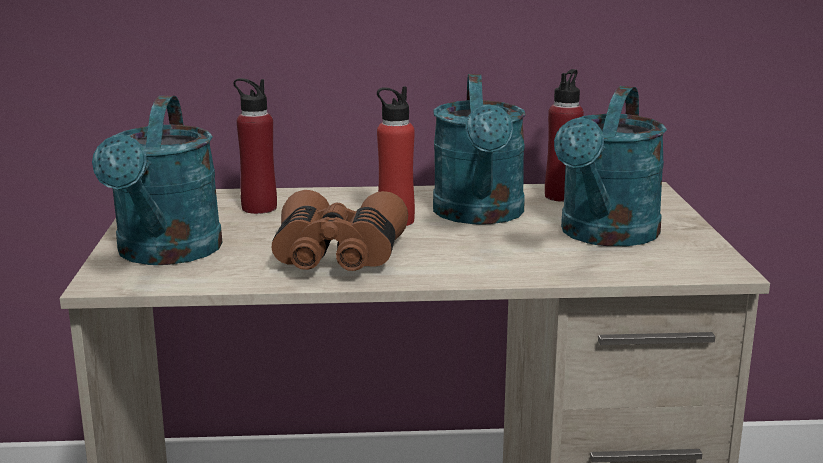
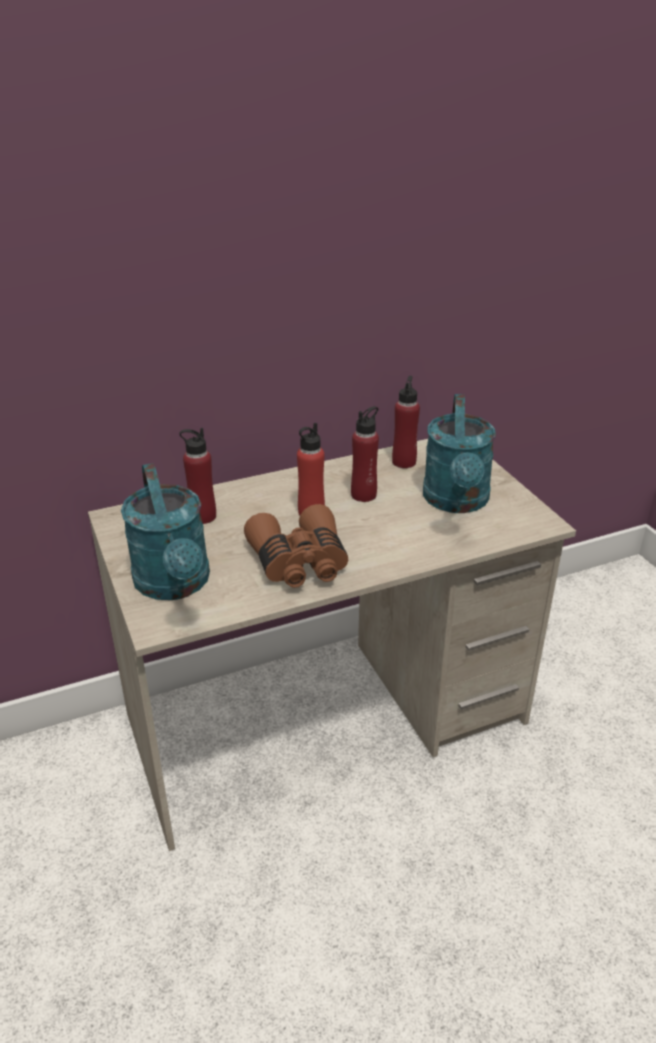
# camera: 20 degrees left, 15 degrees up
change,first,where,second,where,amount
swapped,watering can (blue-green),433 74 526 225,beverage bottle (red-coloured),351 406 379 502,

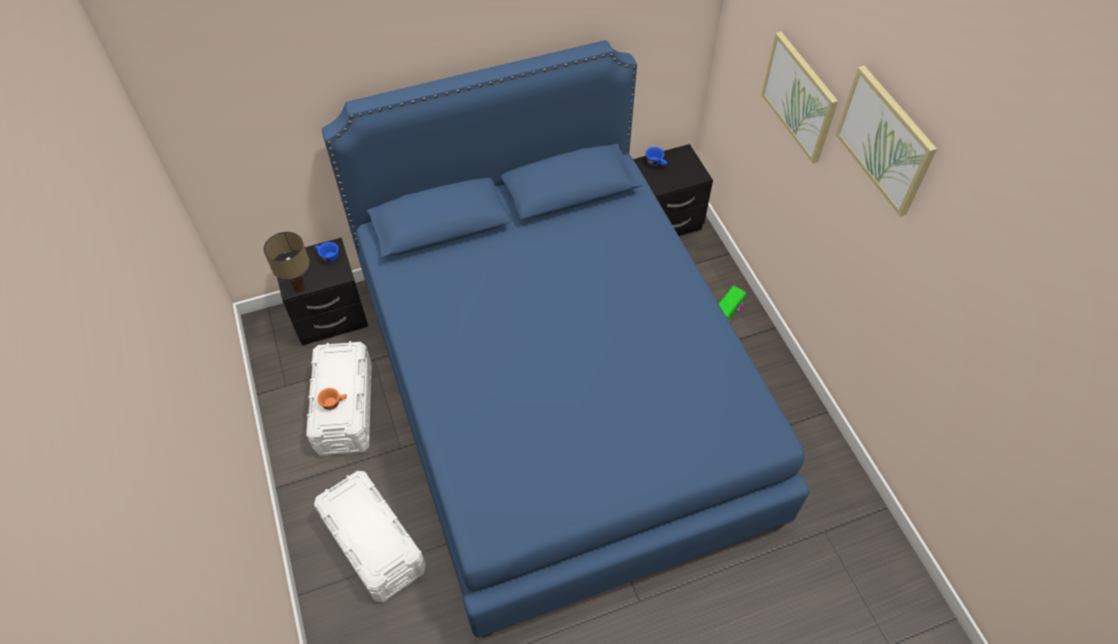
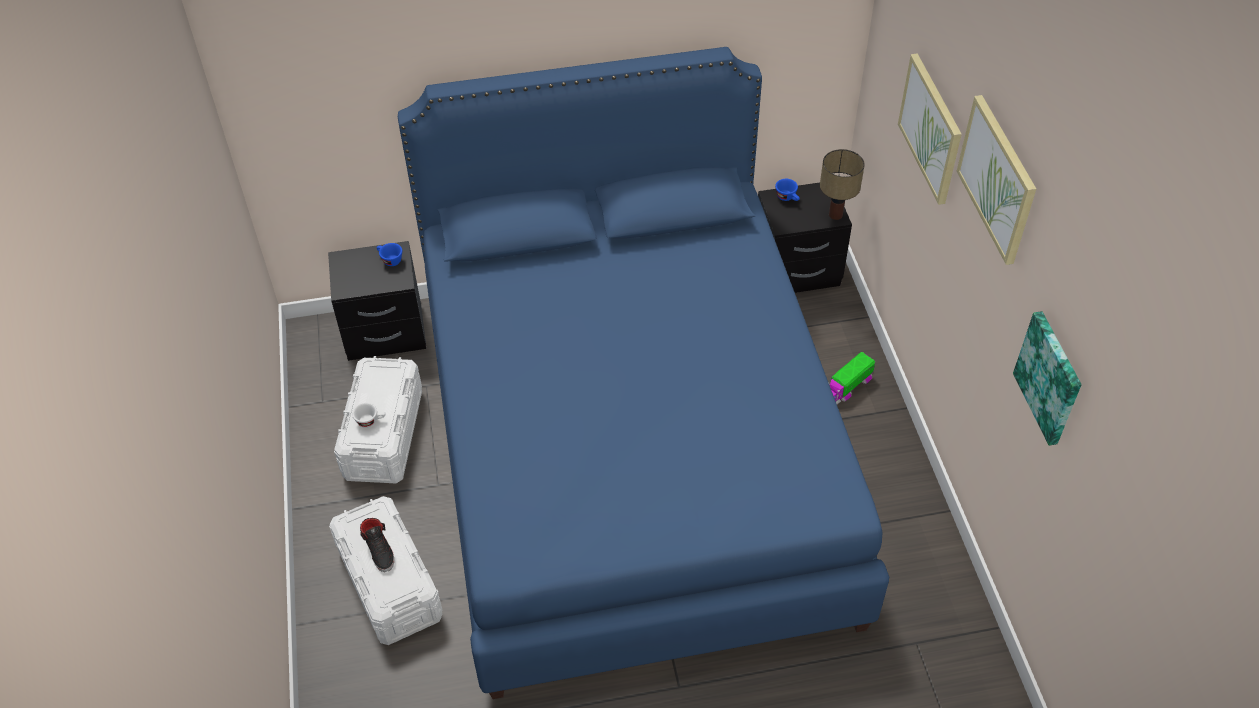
# camera: 10 degrees right, 5 degrees down
change,first,where,second,where,amount
new,,,shoe (blackish),360 518 394 572,
new,,,wall picture,1013 311 1082 446,
shifted,lamp for a table,264 232 310 292,,820 149 865 220,
repainted,cup (orange-coloured),317 388 347 410,cup (white),352 403 386 428,

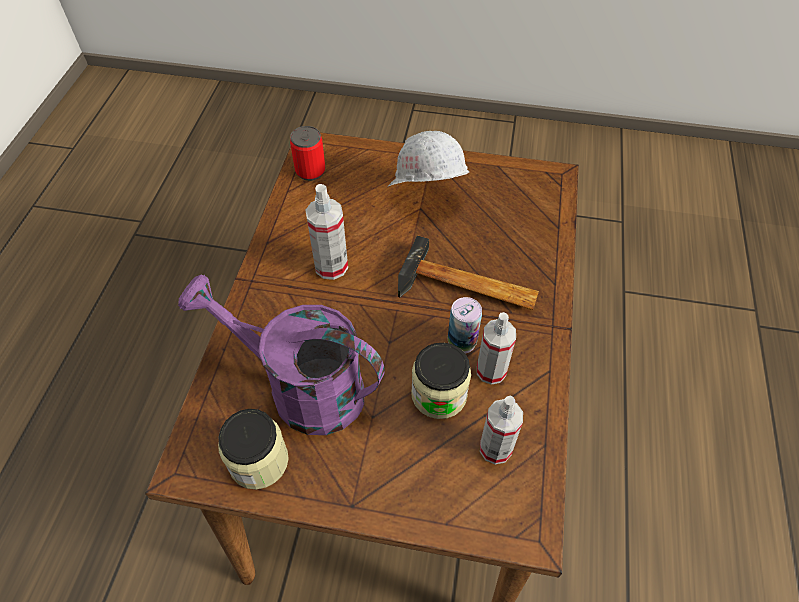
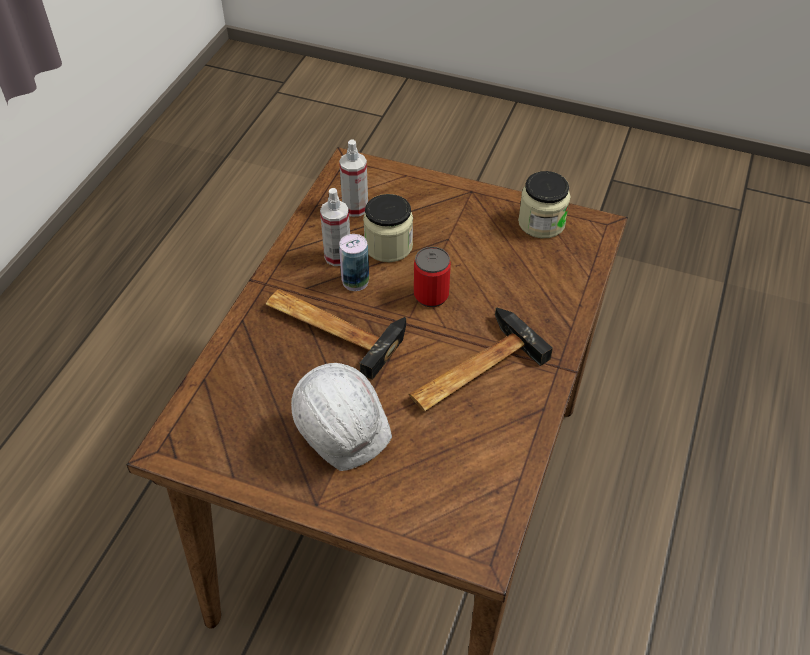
# camera: 170 degrees left, 5 degrees down
change,first,where,second,where,amount
gone,watering can (purplish),178 274 385 435,,,
shifted,metal can,290 126 325 181,,414 247 451 307,
swapped,hand sprayer,306 184 348 280,tool hammer,409 308 553 412,

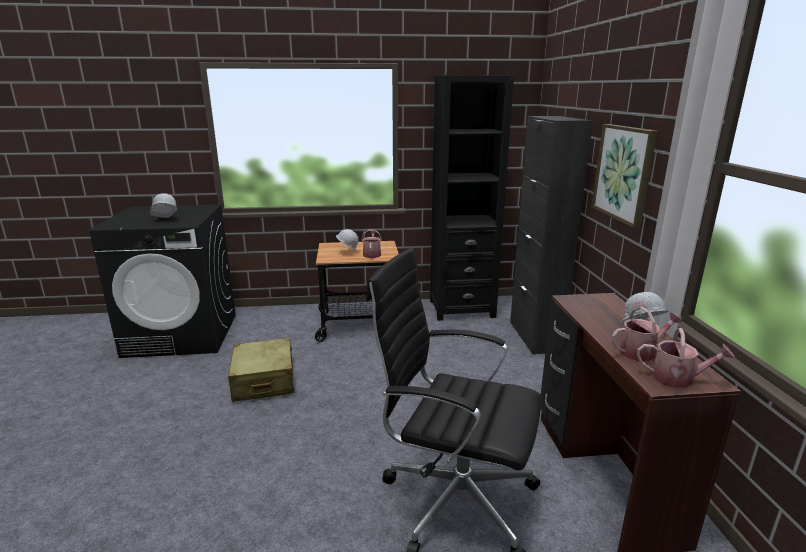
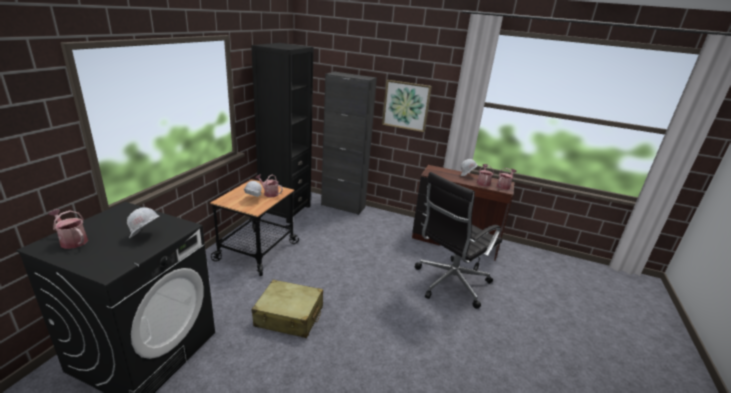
# camera: 65 degrees left, 5 degrees up
change,first,where,second,where,amount
new,,,watering can,48 209 88 249,

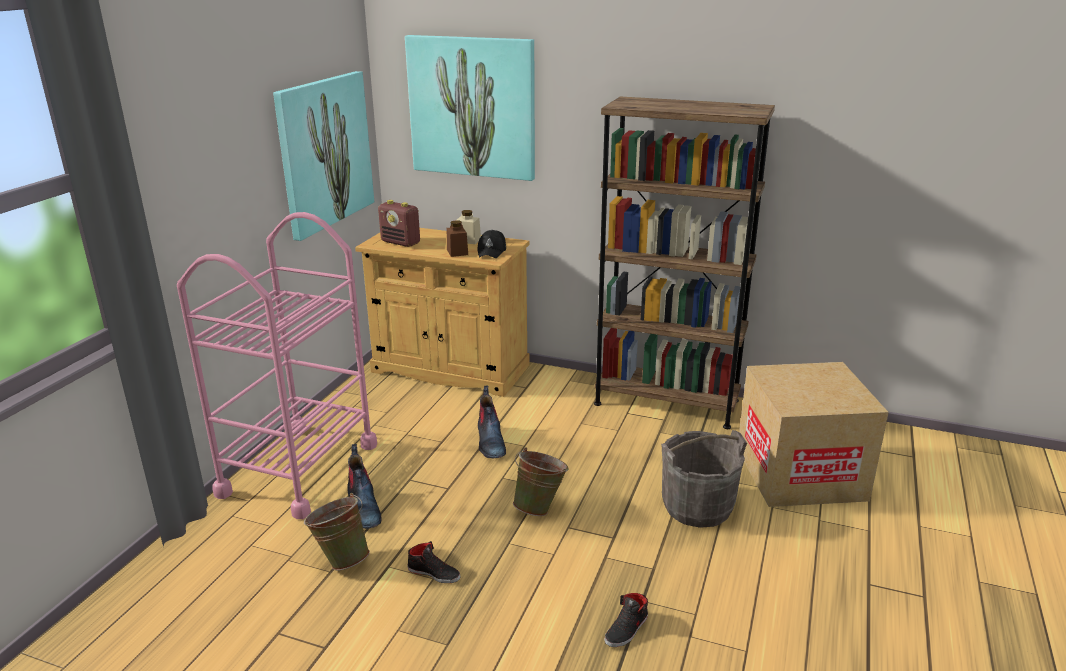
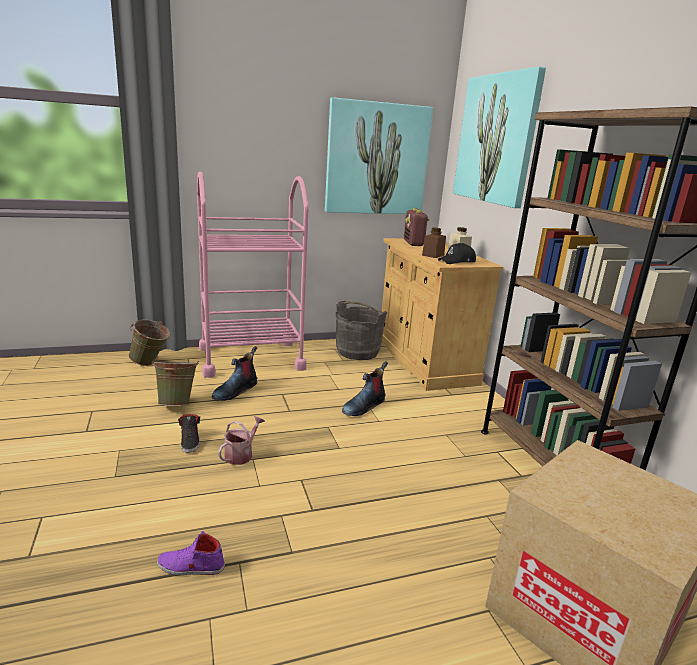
# camera: 50 degrees right, 5 degrees down
change,first,where,second,where,amount
new,,,watering can,218 416 265 465,
shifted,pail (green-coloured),513 447 569 516,,129 320 170 366,
shifted,pail (greyish),661 430 747 528,,336 301 387 360,
repainted,shoe (blackish),604 593 648 647,shoe (purplish),157 531 225 575,

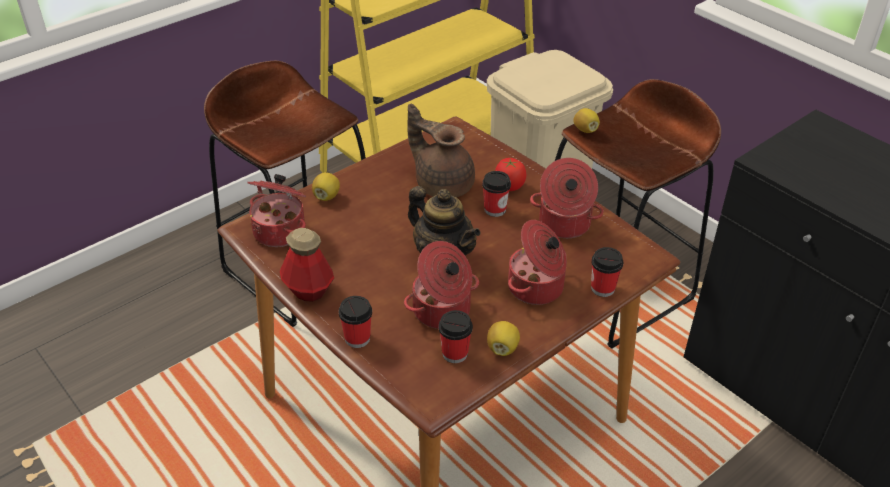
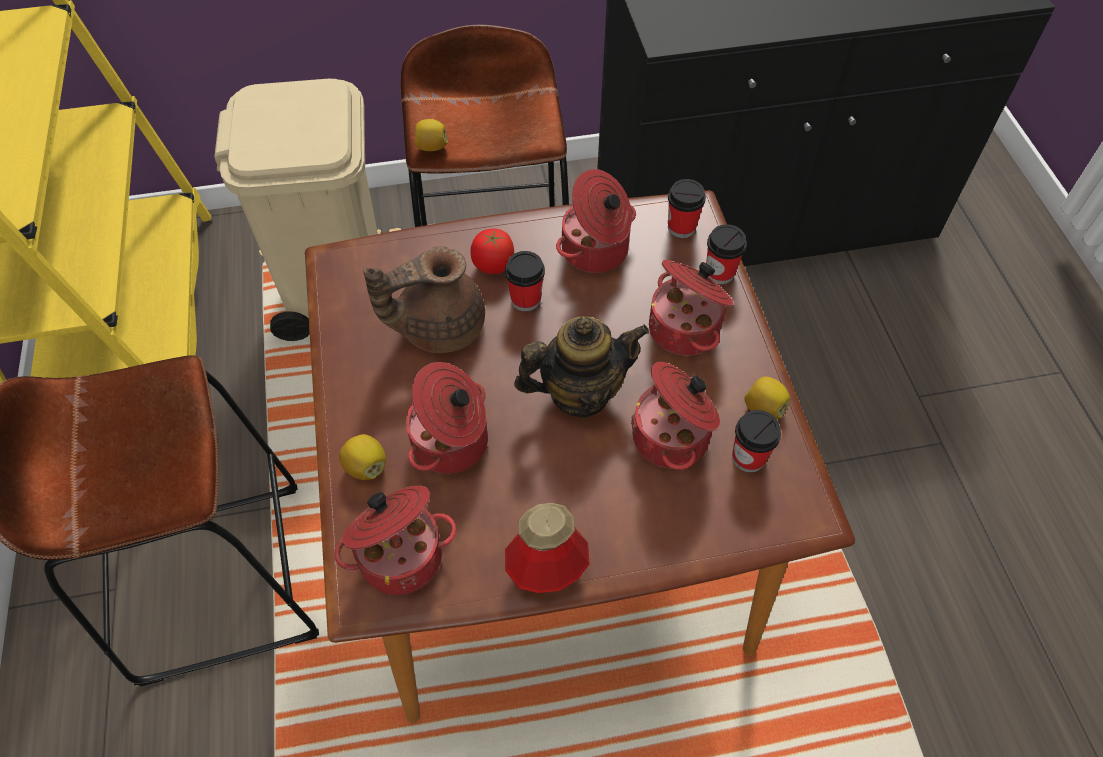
# camera: 60 degrees left, 15 degrees up
change,first,where,second,where,amount
new,,,saucepot,406 362 488 474,
shifted,cup,339 296 372 348,,668 179 706 238,

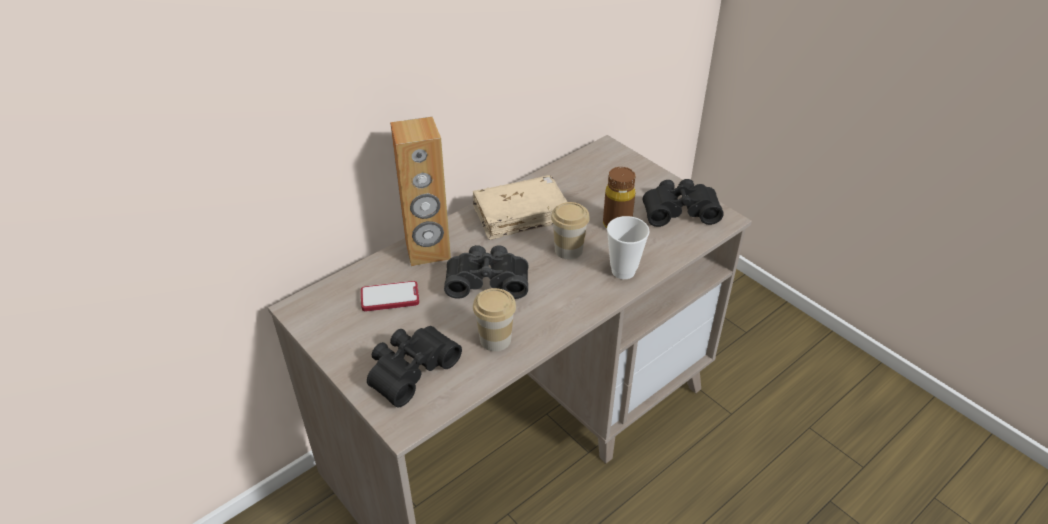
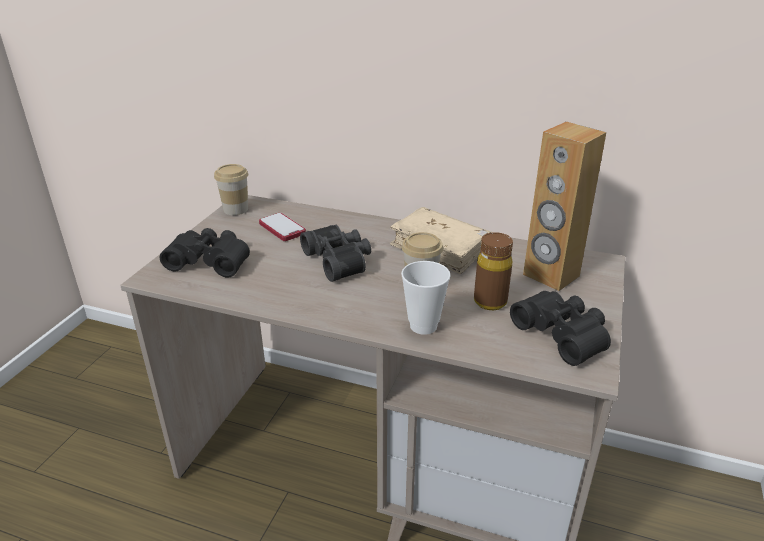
# camera: 60 degrees right, 10 degrees down
change,first,where,second,where,amount
shifted,audio speaker (brown-coloured),390 117 451 266,,523 122 606 291,
shifted,cup,473 288 516 351,,214 164 248 215,

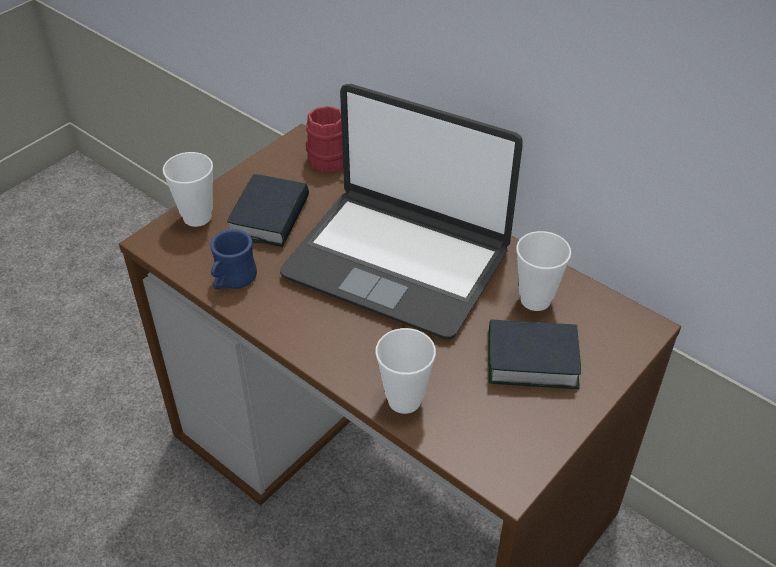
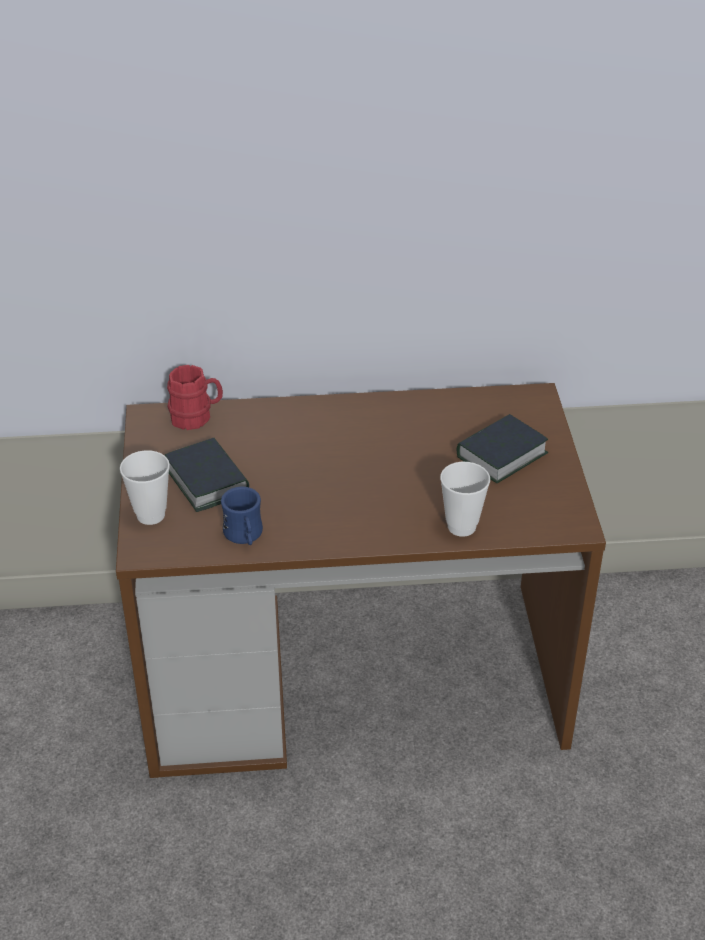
# camera: 45 degrees left, 5 degrees down
change,first,where,second,where,amount
gone,laptop,280 84 523 339,,,
gone,cup,516 231 571 311,,,

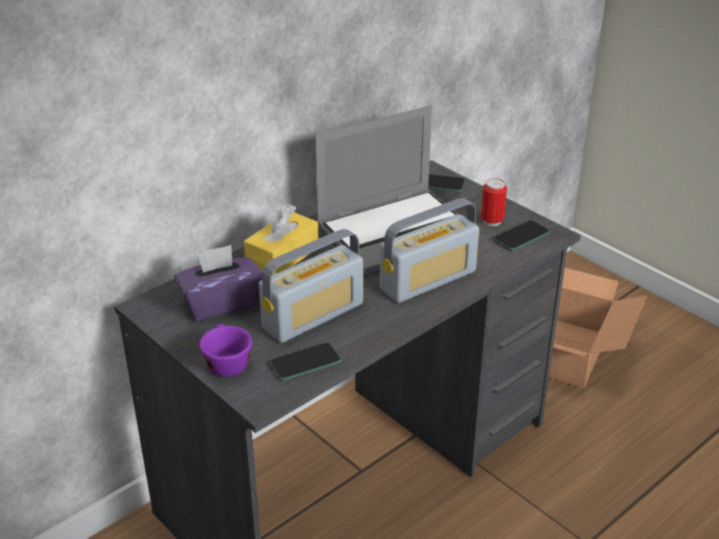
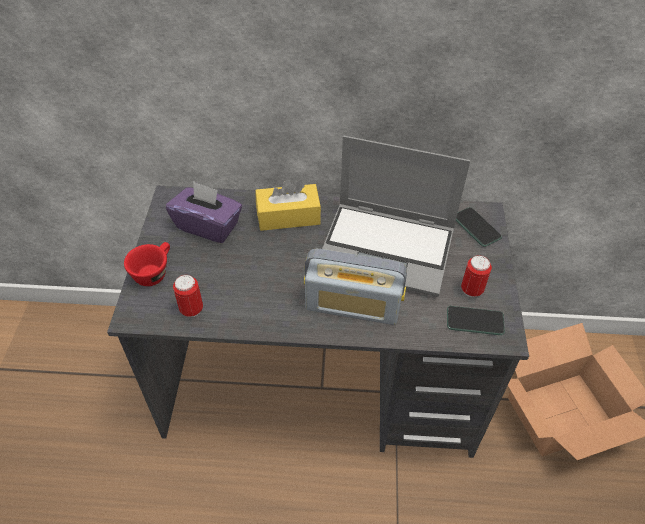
# camera: 45 degrees right, 15 degrees up
change,first,where,second,where,amount
gone,radio set,259 229 363 343,,,
swapped,handset,270 343 341 381,metal can,173 275 203 317,
repainted,cup (purplish),199 324 252 377,cup (red-coloured),124 242 170 286,

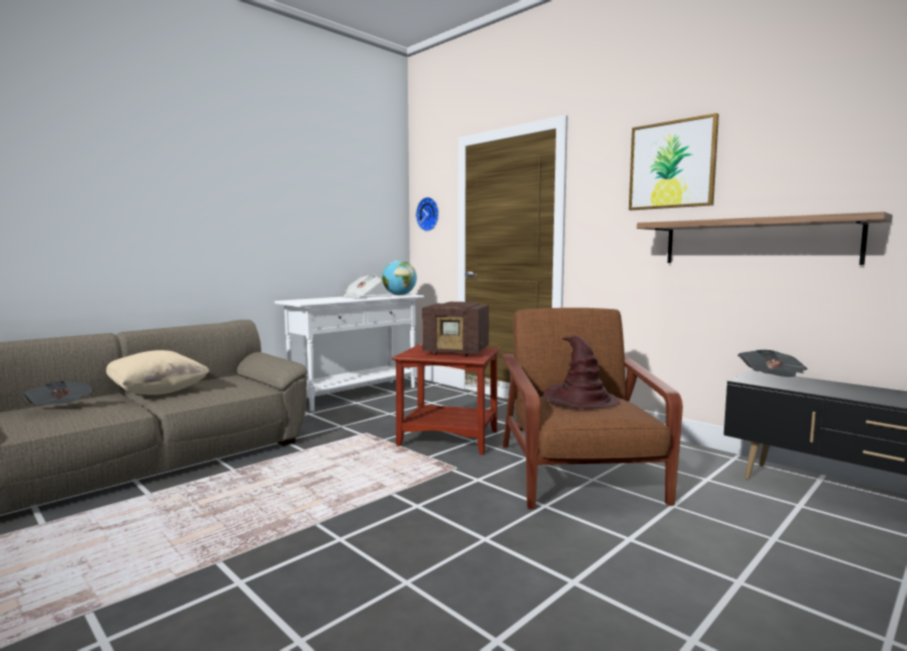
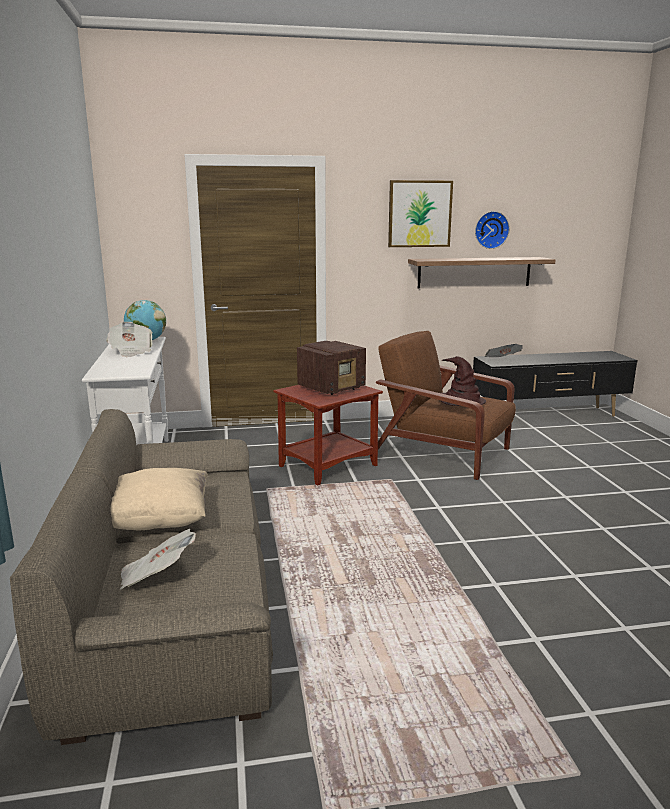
# camera: 55 degrees left, 10 degrees up
change,first,where,second,where,amount
shifted,hanging clock,416 197 439 231,,475 211 510 249,

